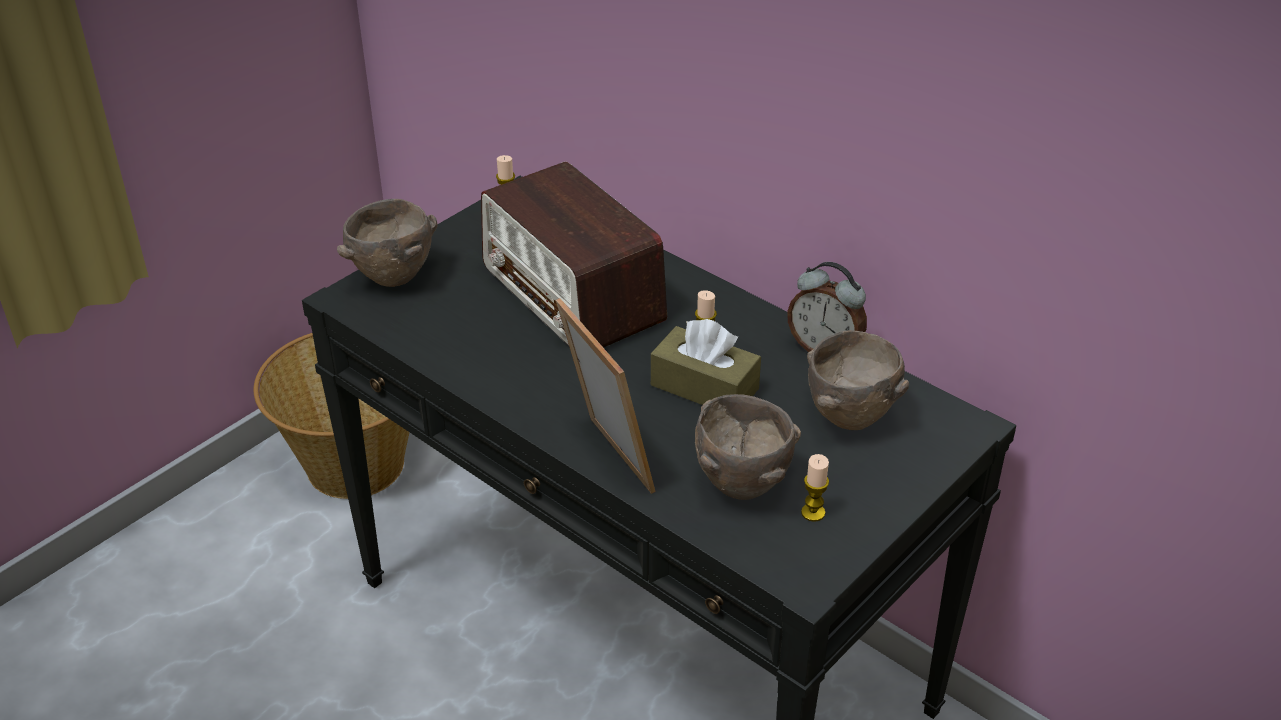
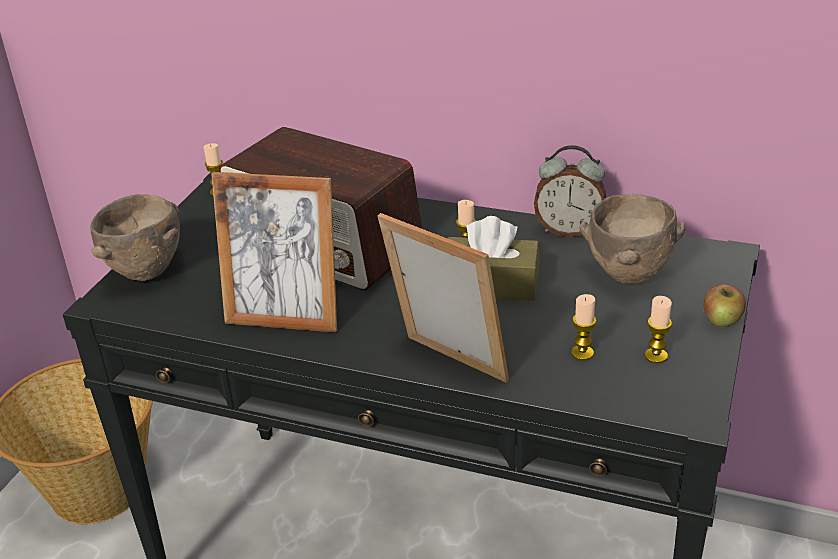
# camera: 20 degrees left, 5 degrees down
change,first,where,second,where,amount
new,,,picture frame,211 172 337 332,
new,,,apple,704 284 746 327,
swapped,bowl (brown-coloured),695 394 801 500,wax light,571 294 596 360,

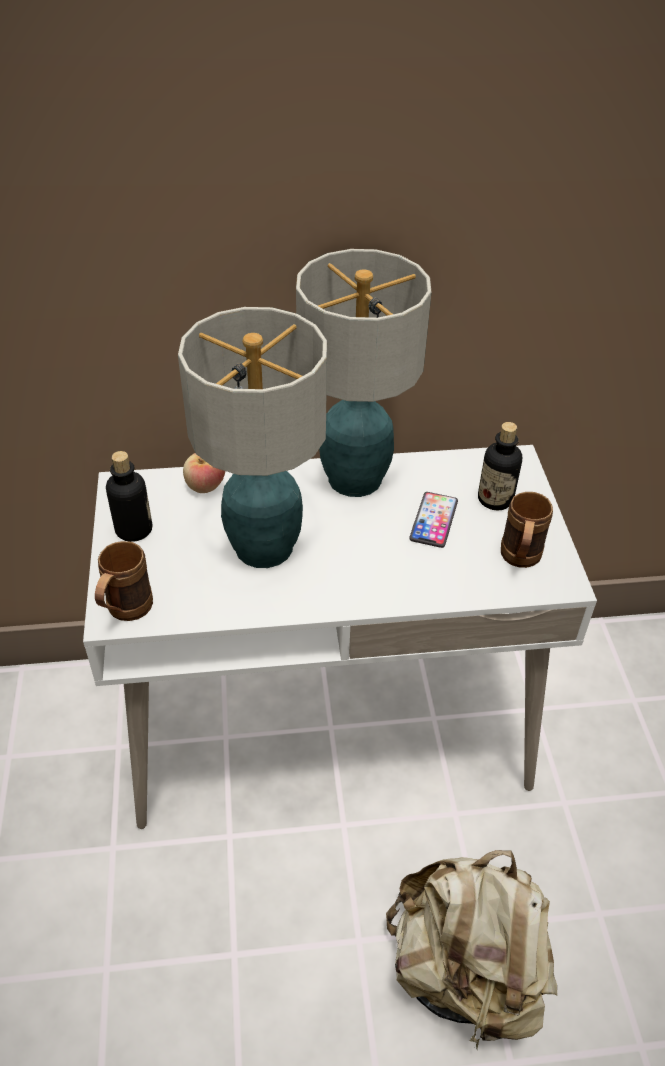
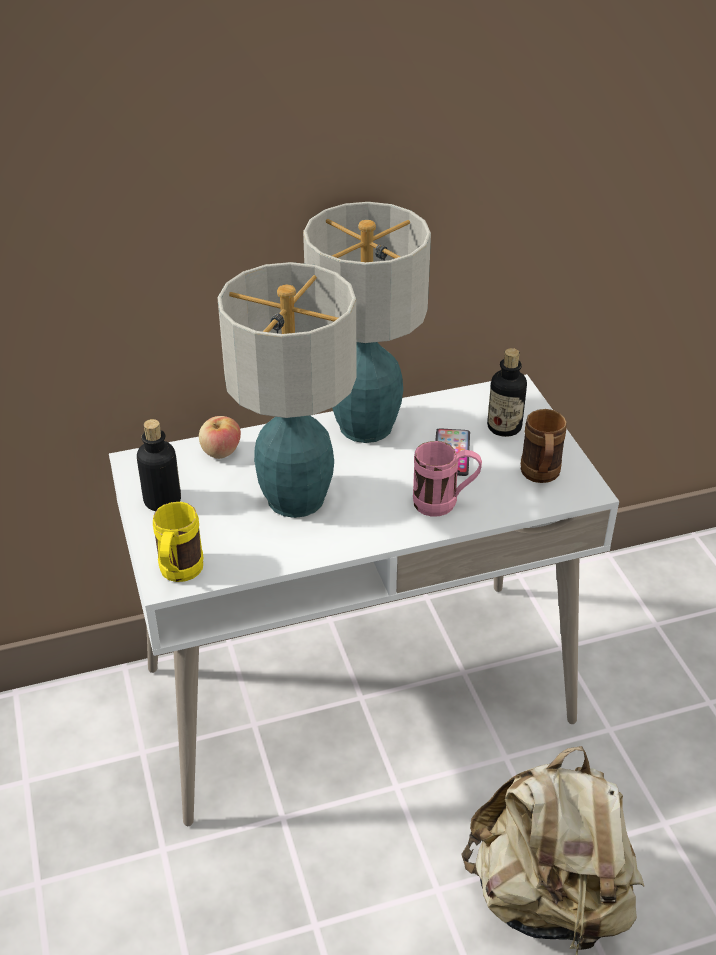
# camera: 10 degrees left, 5 degrees down
change,first,where,second,where,amount
new,,,mug (pink-coloured),413 441 482 517,
repainted,mug (brown-coloured),95 541 153 621,mug (yellow),153 502 204 582,

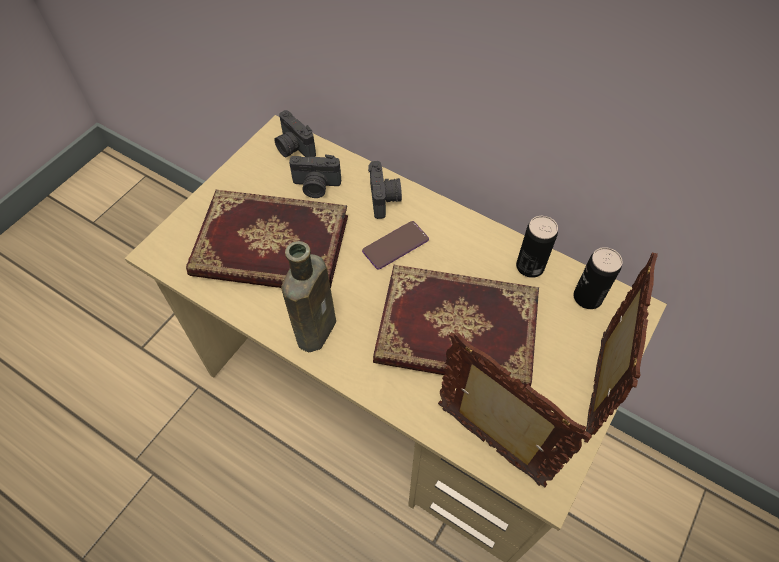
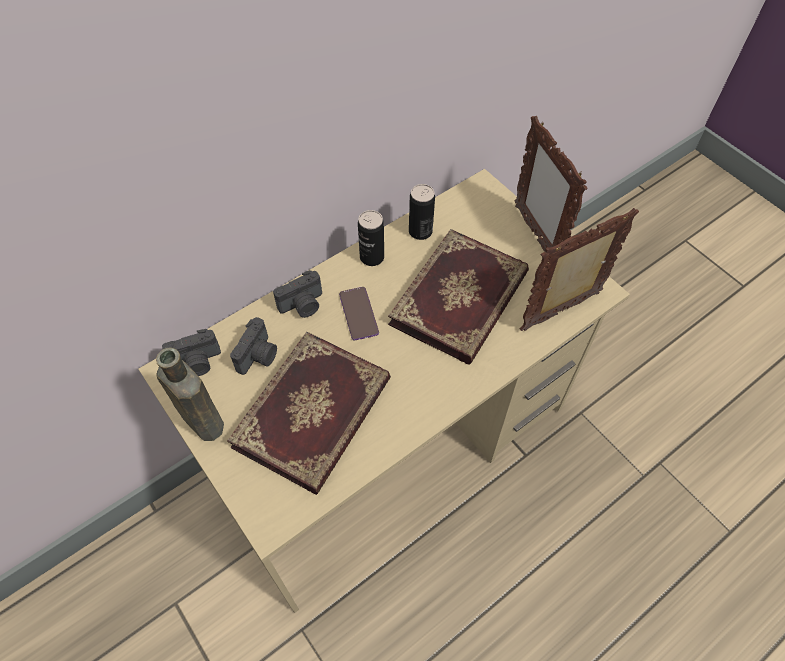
# camera: 70 degrees left, 0 degrees up
change,first,where,second,where,amount
shifted,beverage bottle (brown-coloured),281 241 336 352,,156 348 224 441,
shifted,metal can,573 247 622 309,,358 210 384 266,
rotated,still camera,368 161 402 219,,273 270 322 318,135 degrees clockwise
rotated,picture frame,584 253 658 443,,514 116 587 253,150 degrees counterclockwise

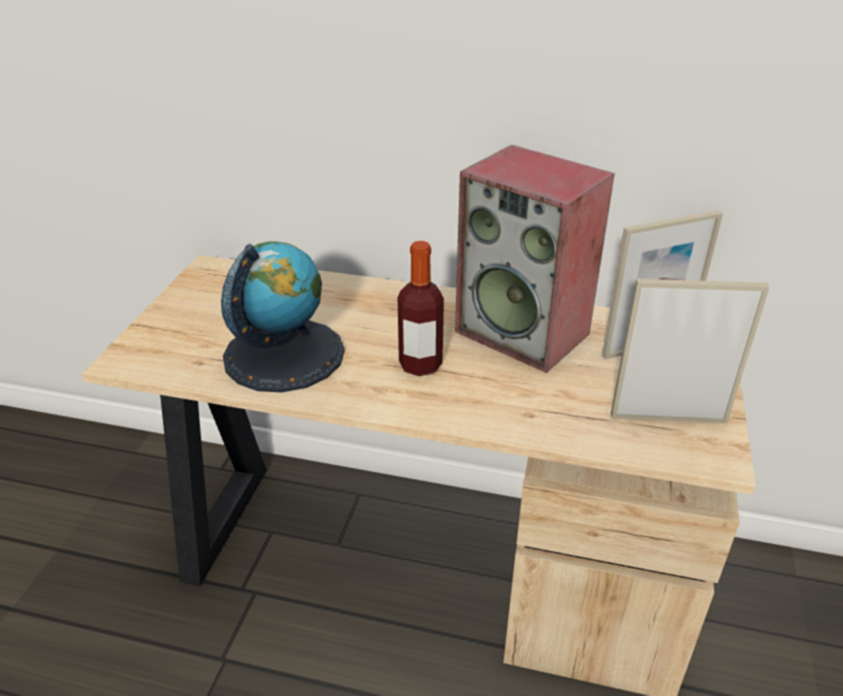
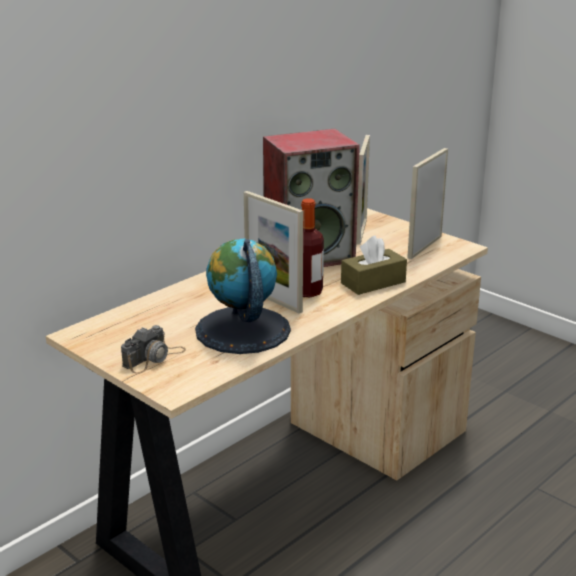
# camera: 60 degrees left, 10 degrees down
change,first,where,second,where,amount
new,,,still camera,121 325 186 374,
new,,,picture frame,244 191 303 313,
new,,,tissue holder (brown-coloured),341 235 407 295,

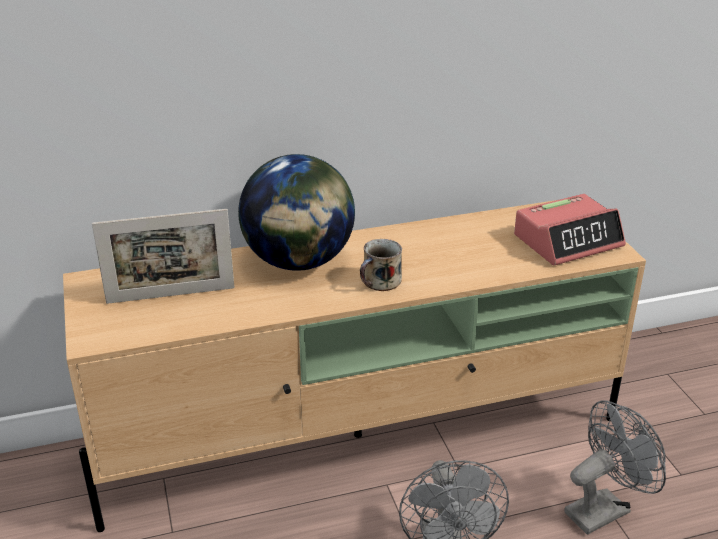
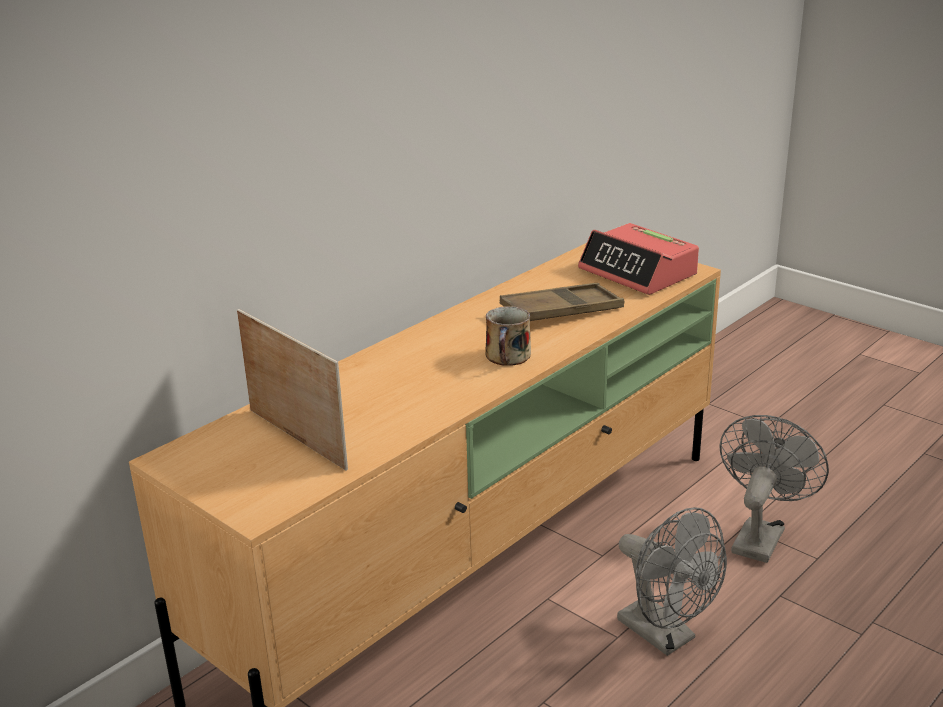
# camera: 30 degrees left, 5 degrees down
change,first,where,second,where,amount
gone,desk globe,238 154 355 271,,,
new,,,carrying tray (brown-coloured),500 283 624 321,
rotated,picture frame,92 209 235 304,,237 309 348 471,90 degrees counterclockwise
rotated,bedside clock,514 194 626 266,,578 223 699 295,105 degrees clockwise

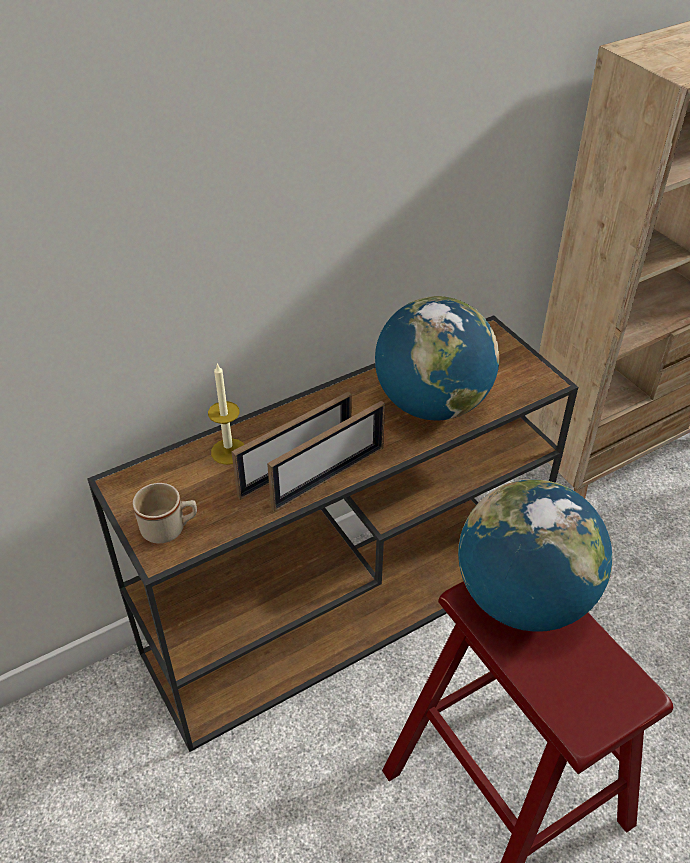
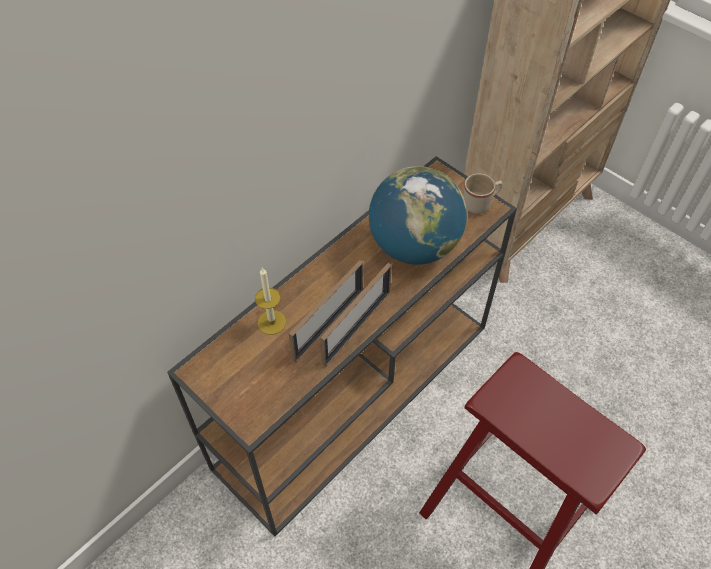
# camera: 15 degrees left, 10 degrees up
change,first,where,second,where,amount
gone,desk globe,458 479 612 632,,,
shifted,mug (beige),132 483 197 544,,463 173 502 214,

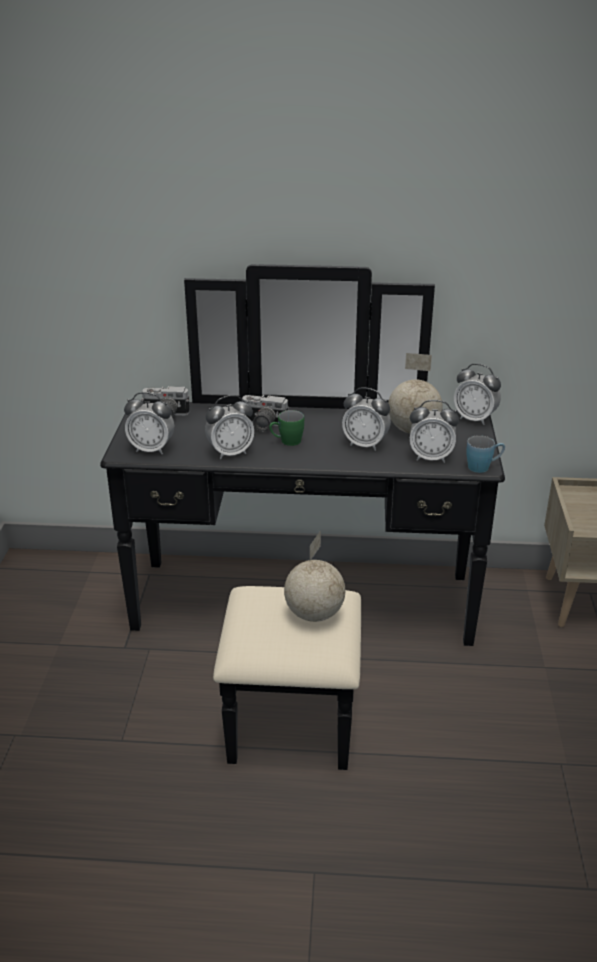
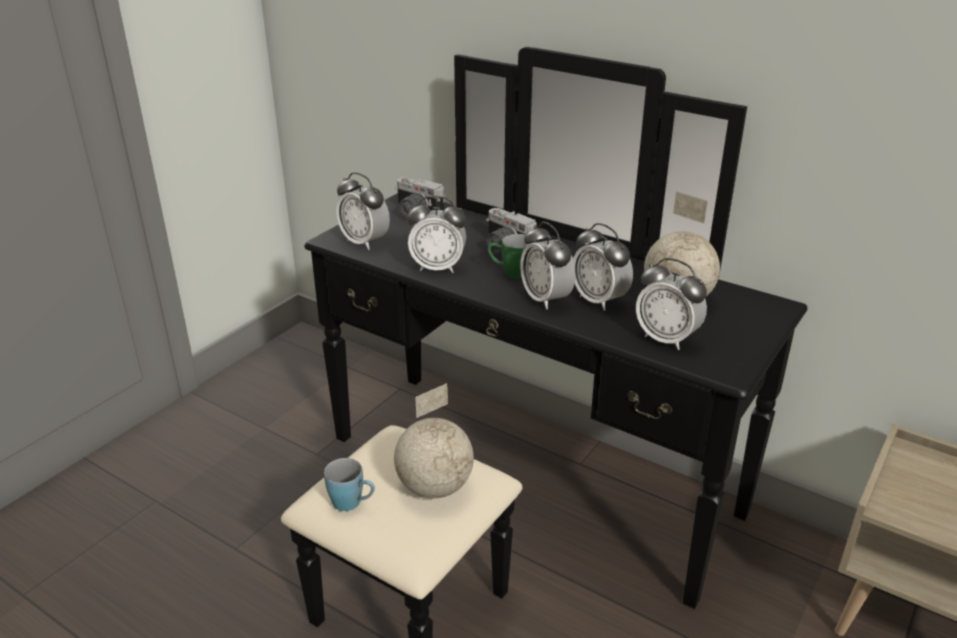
# camera: 30 degrees right, 0 degrees up
change,first,where,second,where,amount
shifted,bedside clock,454 364 501 425,,520 222 576 310,
shifted,mug (bluish),466 435 505 473,,324 458 375 511,

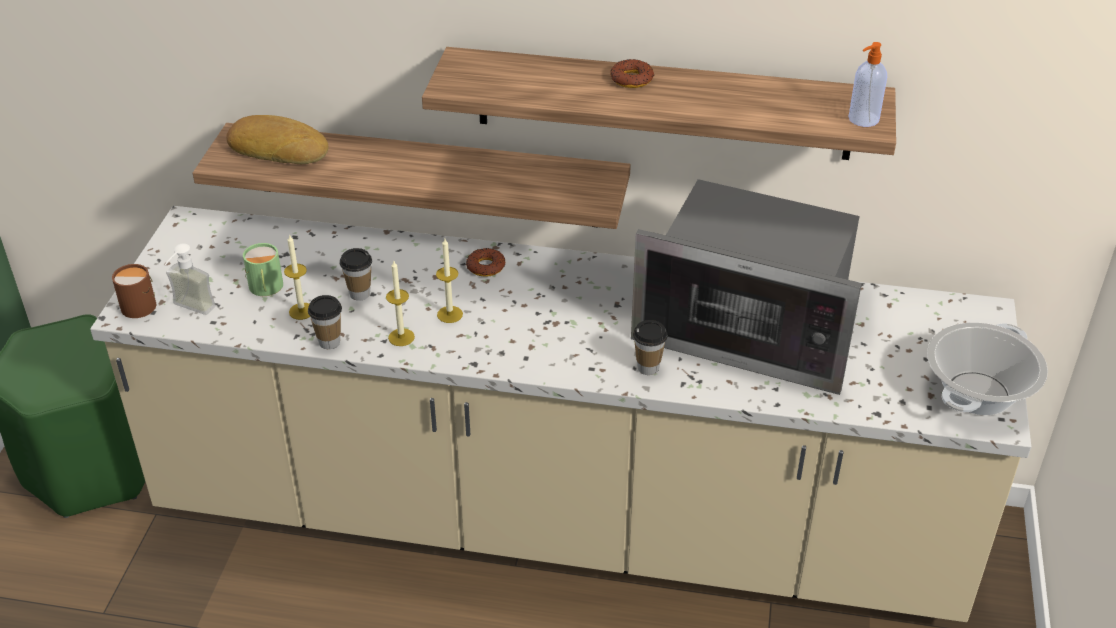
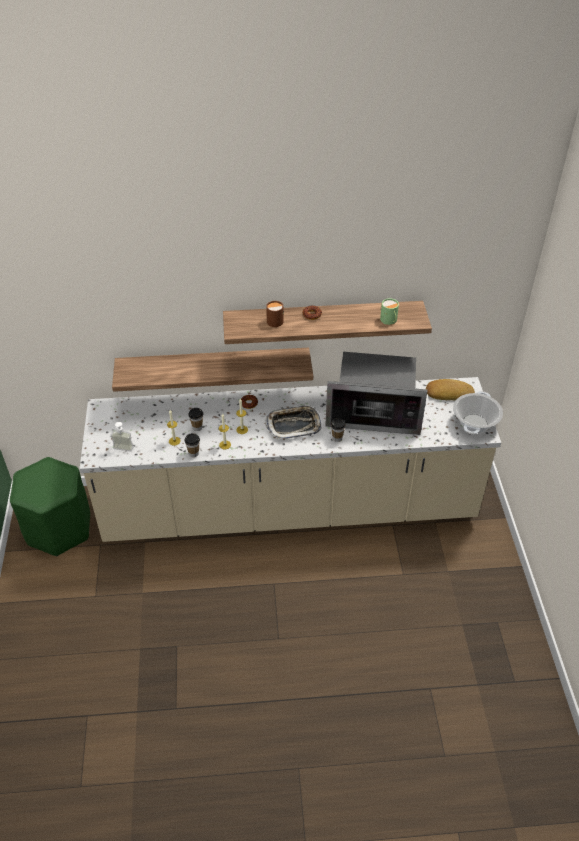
# camera: 15 degrees left, 5 degrees up
change,first,where,second,where,amount
gone,soap dispenser,849 42 887 127,,,
new,,,carrying tray,265 405 321 439,
shifted,mug (brown-coloured),112 264 156 318,,266 301 284 327,
shifted,bakery bread,226 115 329 164,,426 379 475 400,
shifted,mug (green-coloured),243 243 283 296,,380 298 399 325,

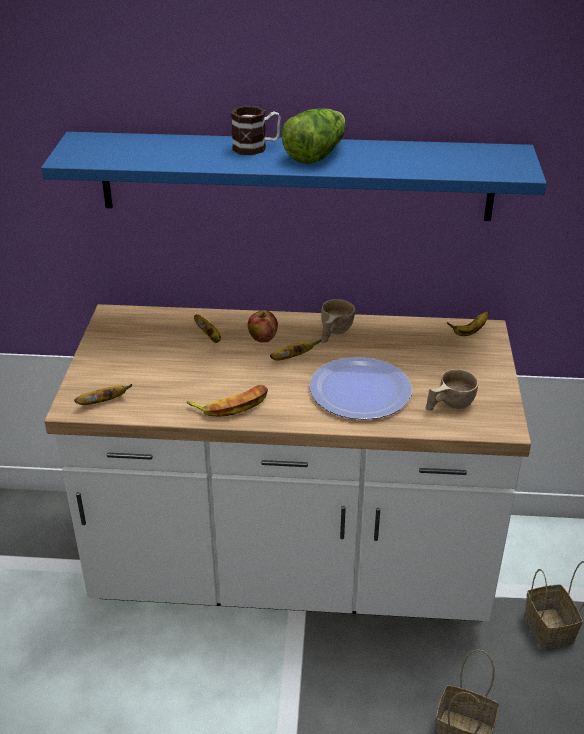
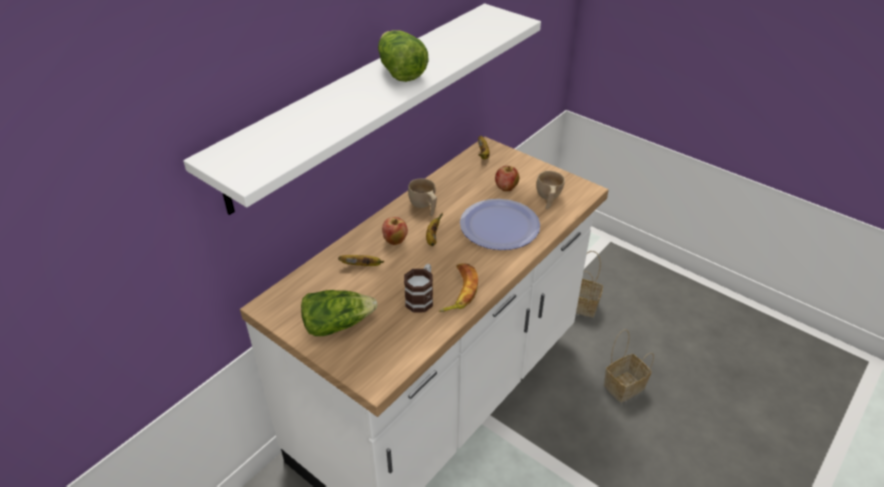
# camera: 55 degrees left, 5 degrees up
change,first,where,second,where,amount
gone,banana fruit,74 384 132 405,,,
new,,,lettuce,301 290 378 336,
new,,,apple,495 166 519 191,
shifted,mug,231 106 281 155,,404 264 433 313,
repainted,shelf (bluish),41 132 547 221,shelf (white),183 4 541 215,

